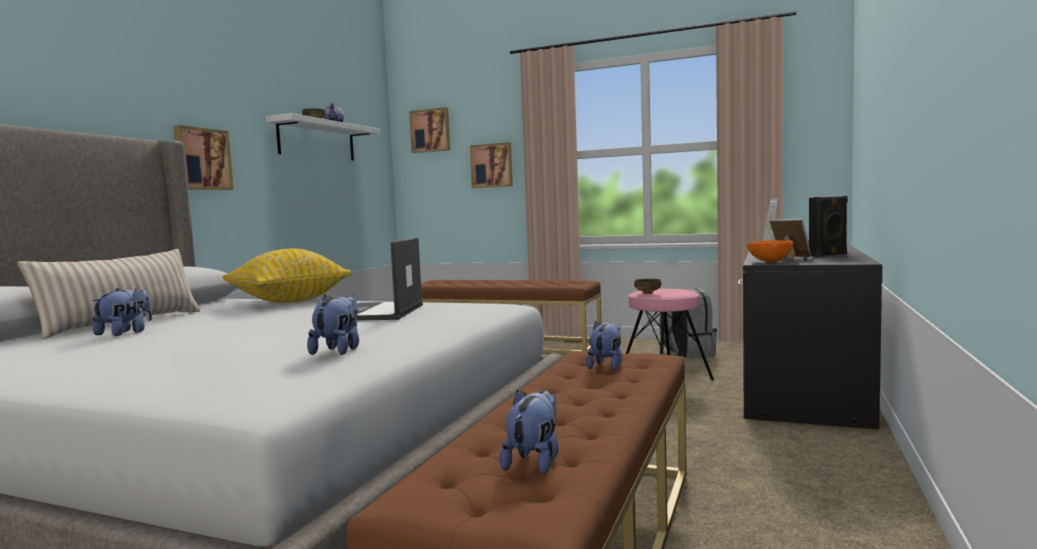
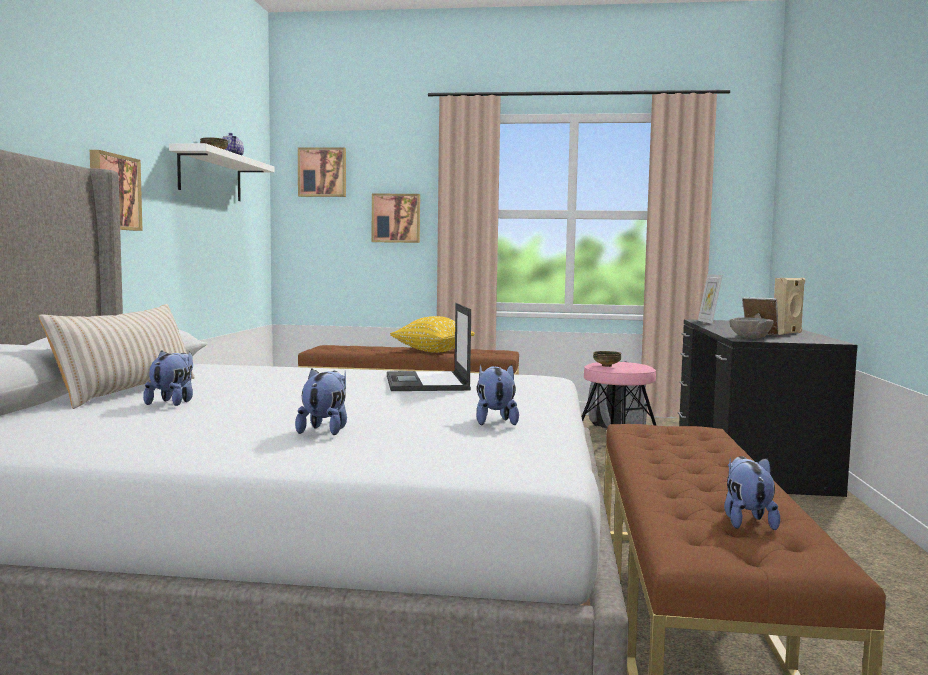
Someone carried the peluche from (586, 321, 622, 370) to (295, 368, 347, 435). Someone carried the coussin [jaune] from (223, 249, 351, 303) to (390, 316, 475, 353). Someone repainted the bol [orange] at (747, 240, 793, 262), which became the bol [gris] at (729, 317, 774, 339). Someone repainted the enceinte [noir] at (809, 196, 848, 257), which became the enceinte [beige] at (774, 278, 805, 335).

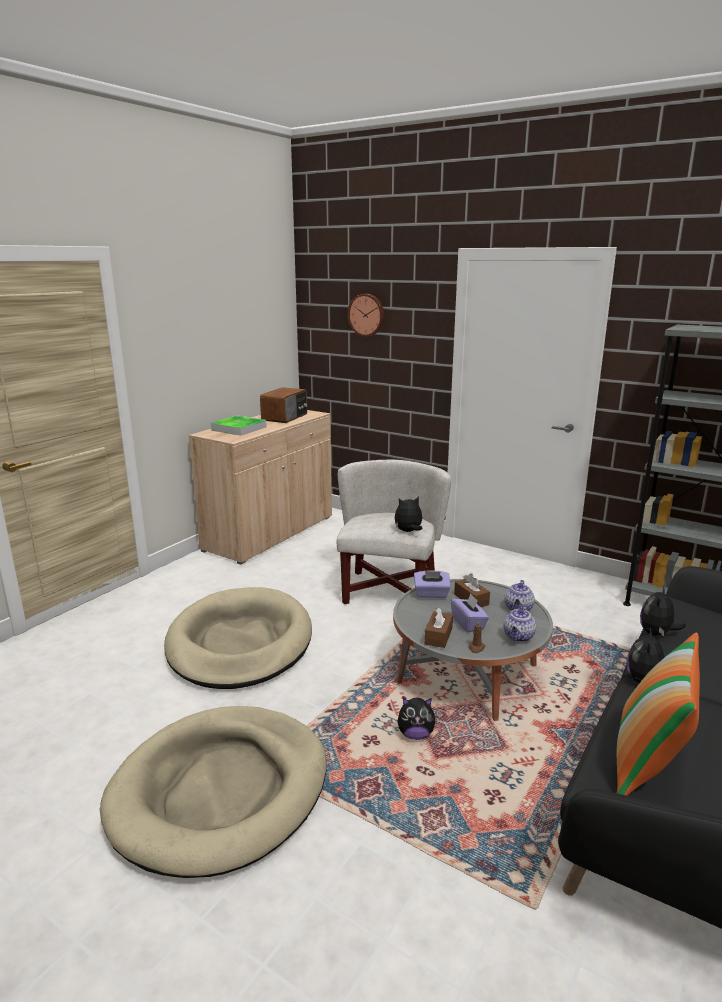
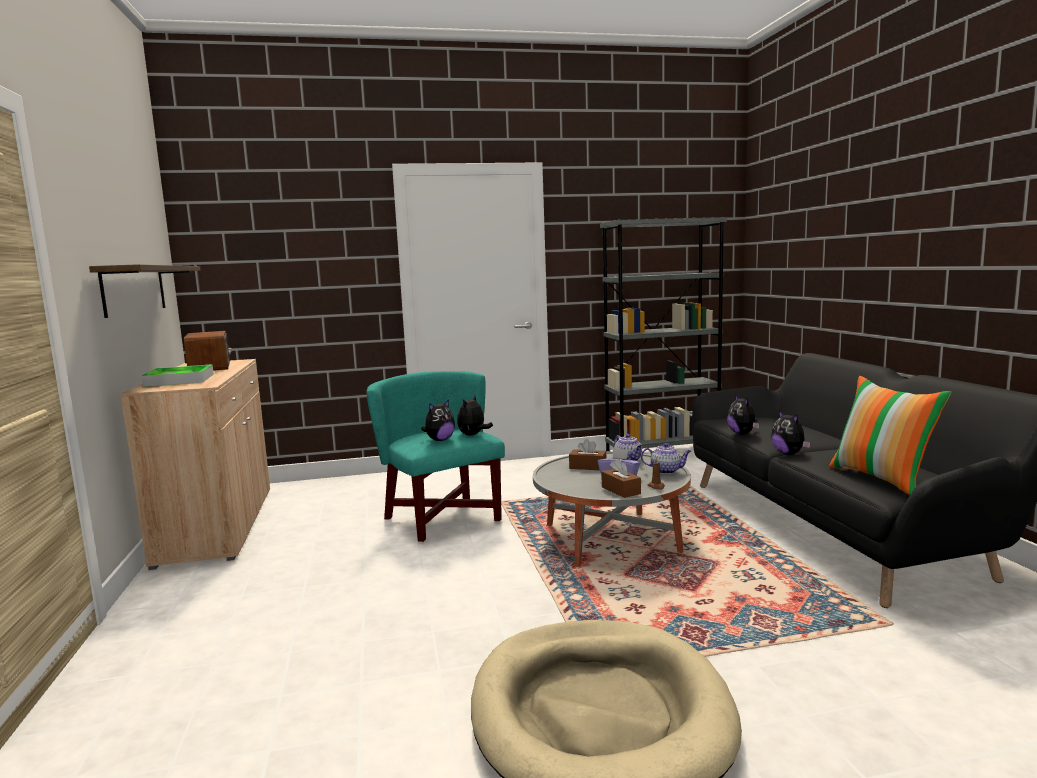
Someone put up the étagère at (89, 264, 201, 318). Someone repainted the fauteuil [blanc] at (337, 460, 451, 604), which became the fauteuil [turquoise] at (366, 371, 505, 542). Someone carried the peluche from (398, 698, 437, 740) to (421, 399, 455, 441). Someone rotated the théière at (503, 605, 536, 642) by 60 degrees counterclockwise. Someone took away the panier pour chien [beige] at (164, 587, 312, 689). Someone took away the horloge murale at (347, 294, 385, 337). Someone took away the boîte à mouchoirs [violet] at (414, 570, 451, 598).

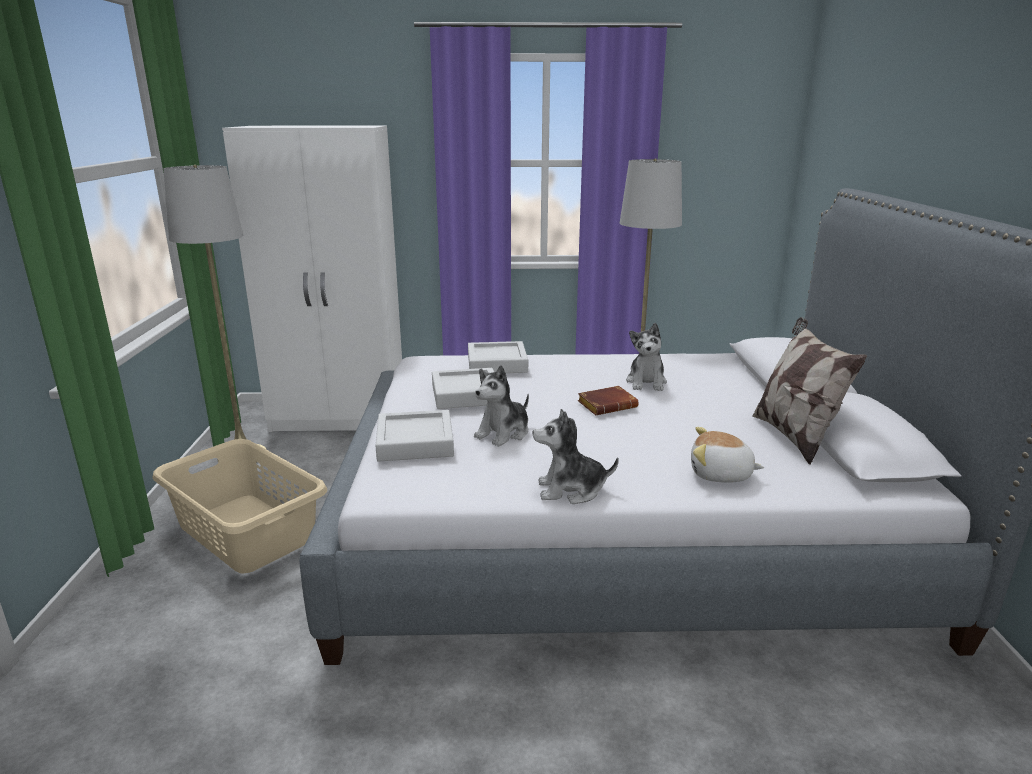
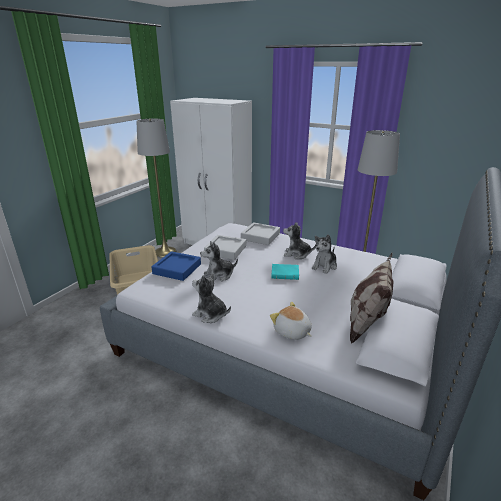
Someone repainted the plateau [gris] at (375, 410, 454, 462), which became the plateau [bleu] at (151, 251, 201, 281). Someone repainted the livre [marron] at (578, 386, 639, 415), which became the livre [turquoise] at (271, 264, 299, 280). Someone put down the peluche at (283, 222, 316, 259).

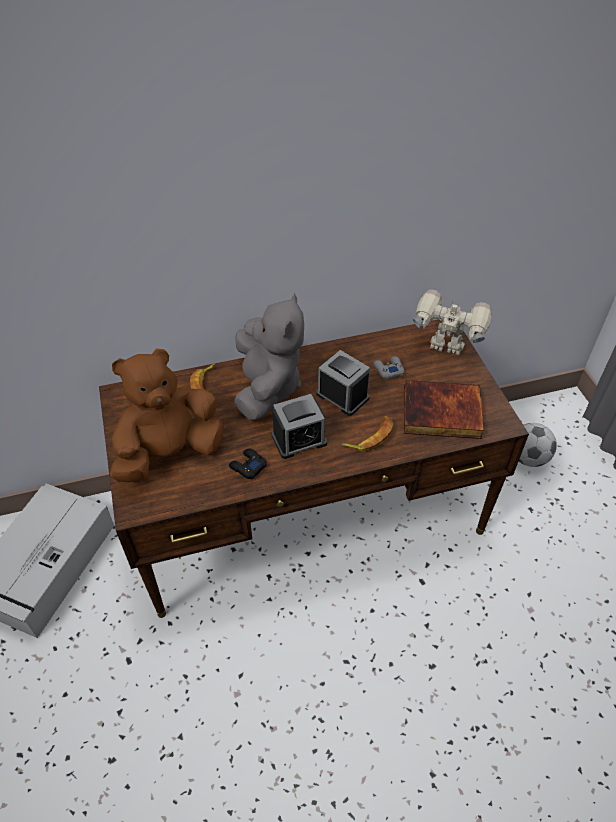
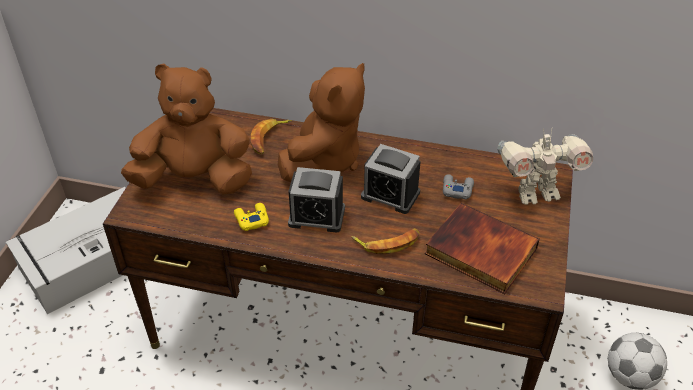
Someone repainted the manette [noir] at (229, 448, 267, 479), which became the manette [jaune] at (234, 203, 269, 231). Someone repainted the peluche [gris] at (234, 293, 304, 420), which became the peluche [marron] at (278, 63, 365, 182). Someone rotated the réveil at (316, 350, 370, 416) by 135 degrees clockwise. Someone rotated the robot jouet at (413, 290, 492, 356) by 120 degrees clockwise.

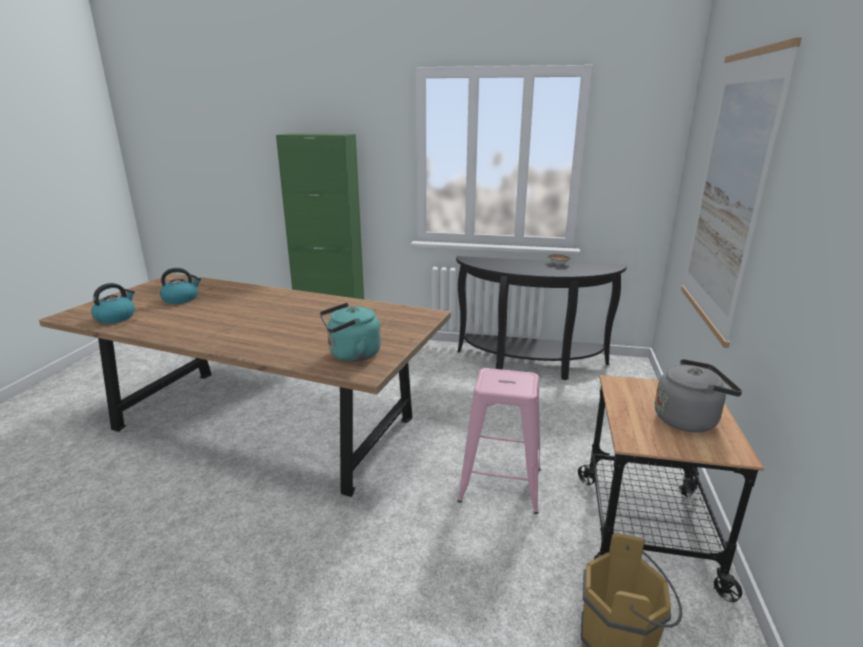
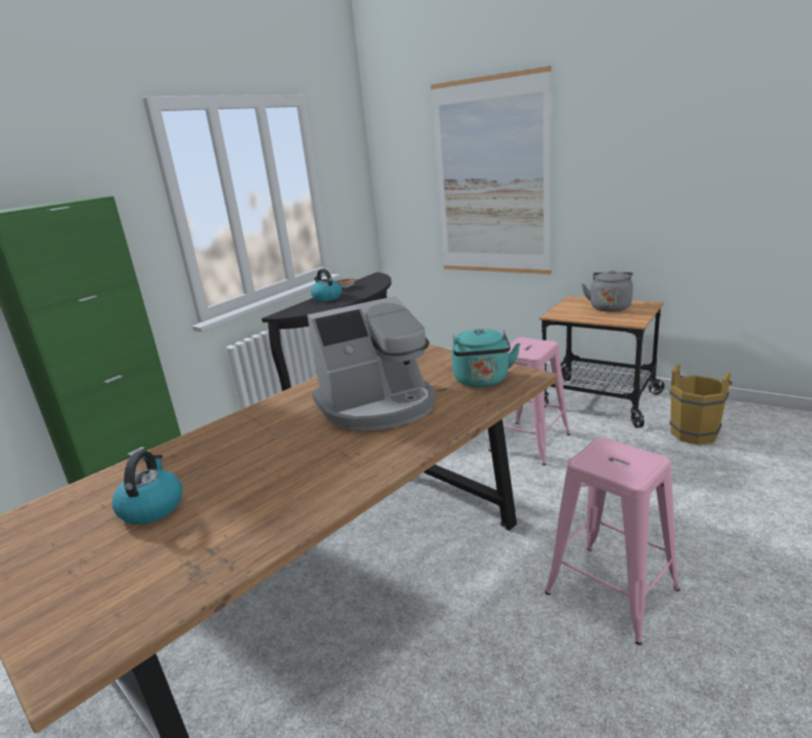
Someone put down the machine à café at (307, 296, 435, 431). Someone carried the bouilloire from (91, 283, 135, 323) to (311, 269, 342, 301). Someone put down the tabouret [rose] at (545, 438, 680, 645).

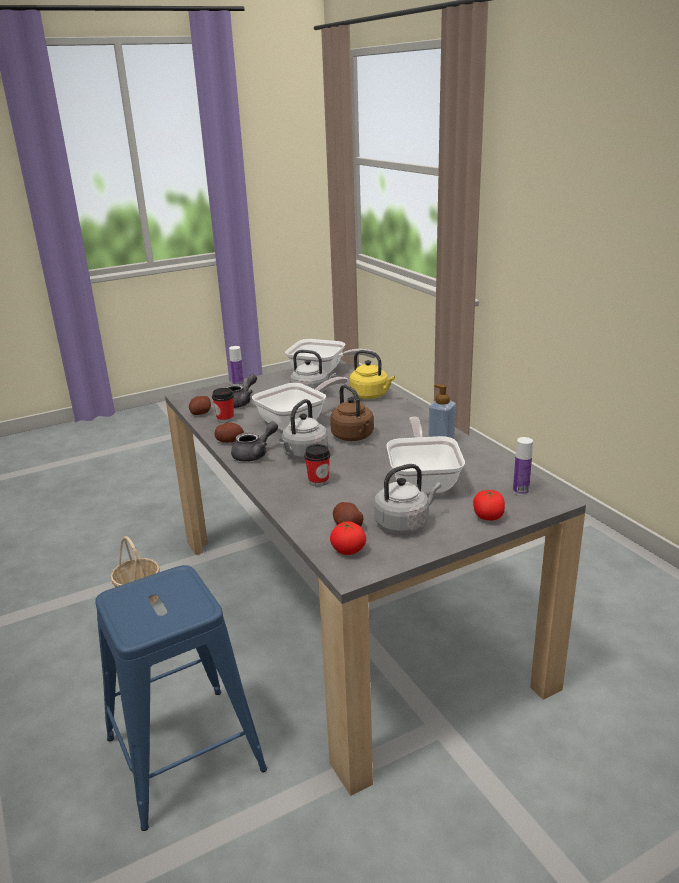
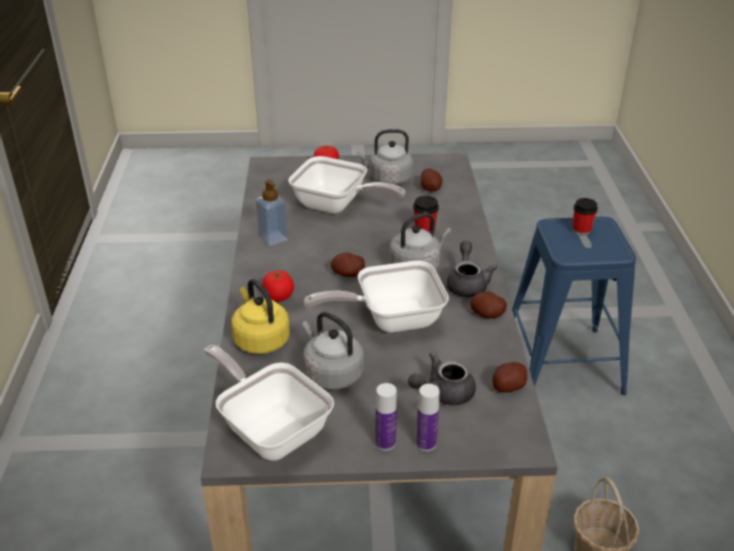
Someone carried the tomate from (330, 521, 366, 555) to (262, 270, 294, 302). Someone rotated the poêle at (386, 417, 465, 494) by 90 degrees counterclockwise. Someone swapped the bouilloire [marron] at (330, 384, 374, 441) for the pomme de terre at (331, 252, 365, 277). Someone carried the bouteille from (513, 437, 533, 495) to (375, 383, 397, 451). Someone rotated the théière [gris] at (231, 421, 278, 462) by 105 degrees clockwise. Someone carried the tasse from (212, 388, 234, 423) to (573, 198, 598, 236).

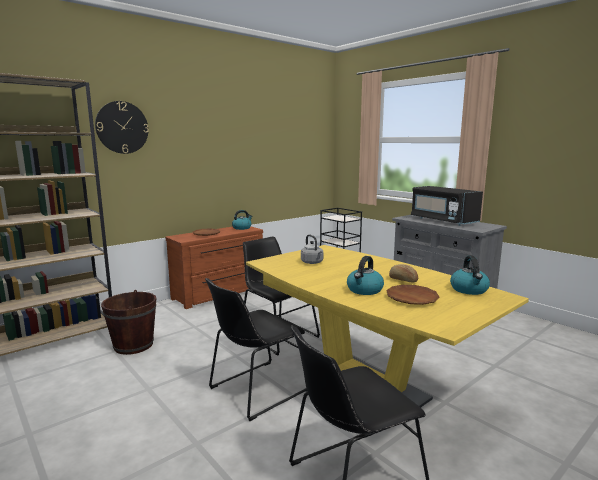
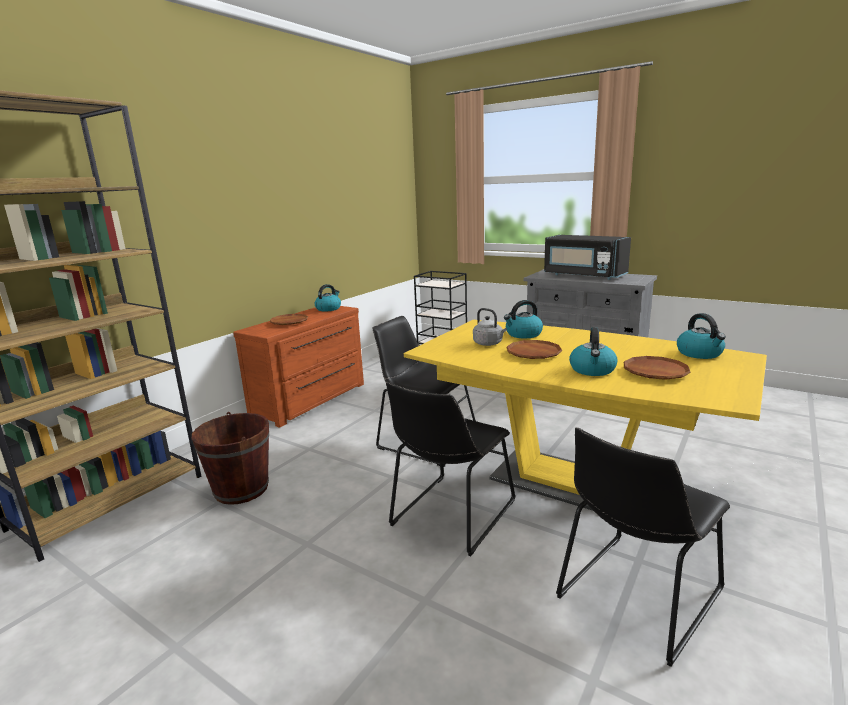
Someone put down the bouilloire at (504, 300, 543, 338). Someone put down the assiette [marron] at (506, 340, 562, 359). Someone took away the horloge murale at (95, 101, 149, 154). Someone took away the pain at (389, 264, 418, 282).

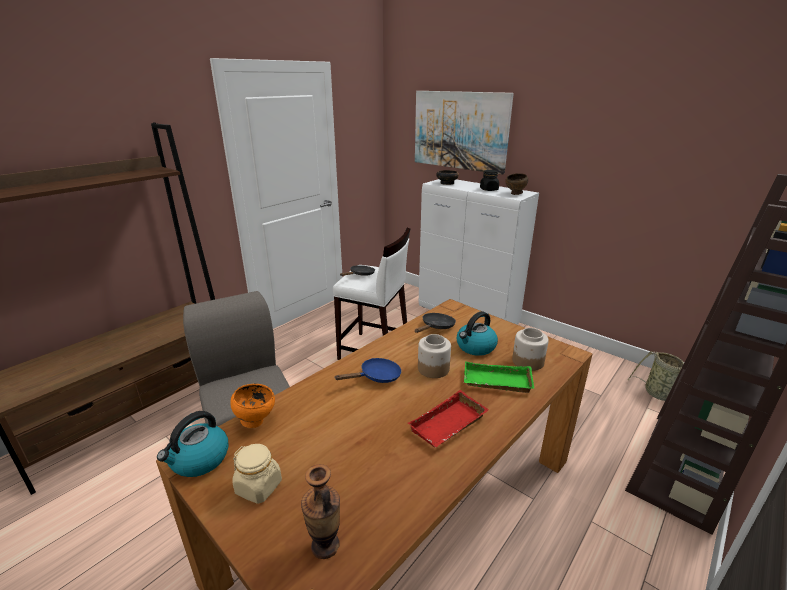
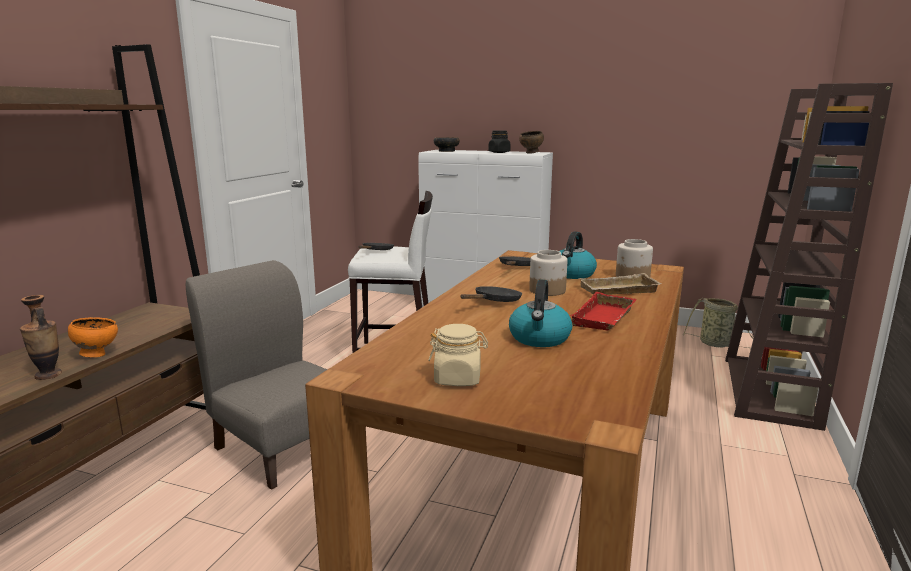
Someone carried the vase from (301, 464, 340, 559) to (20, 295, 62, 380). Someone carried the bol [orange] from (230, 383, 275, 428) to (68, 317, 118, 357). Someone repainted the poêle [bleu] at (335, 358, 402, 383), which became the poêle [noir] at (460, 286, 522, 302). Someone carried the bouilloire from (157, 411, 228, 477) to (509, 280, 572, 347). Someone repainted the plateau [vert] at (464, 361, 535, 393), which became the plateau [beige] at (579, 273, 662, 295). Someone took away the tableau at (415, 91, 514, 175).

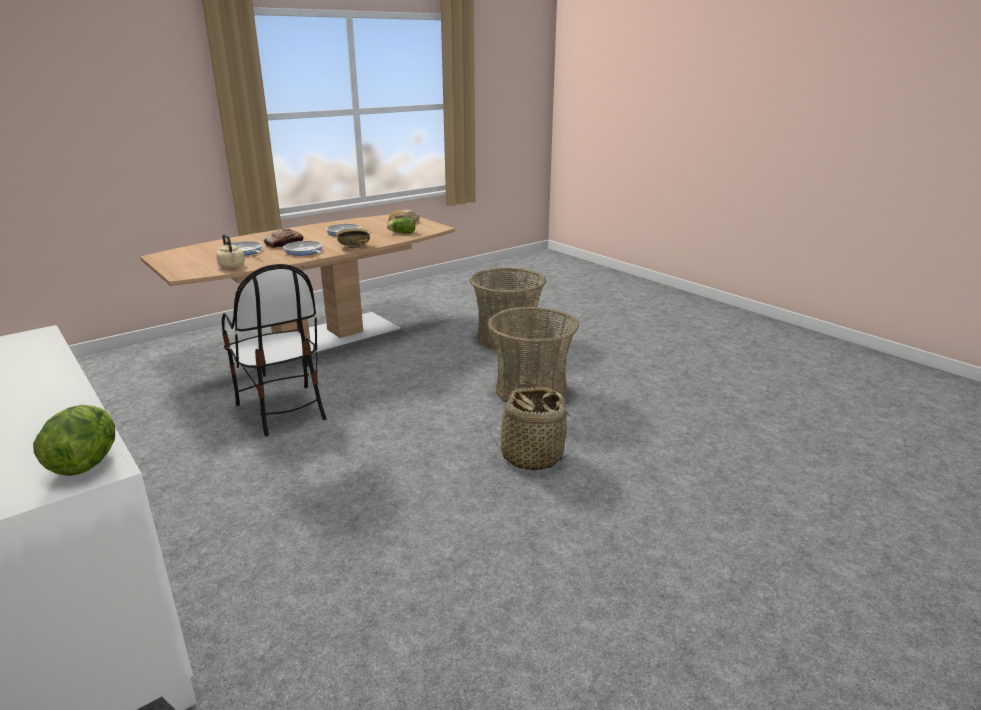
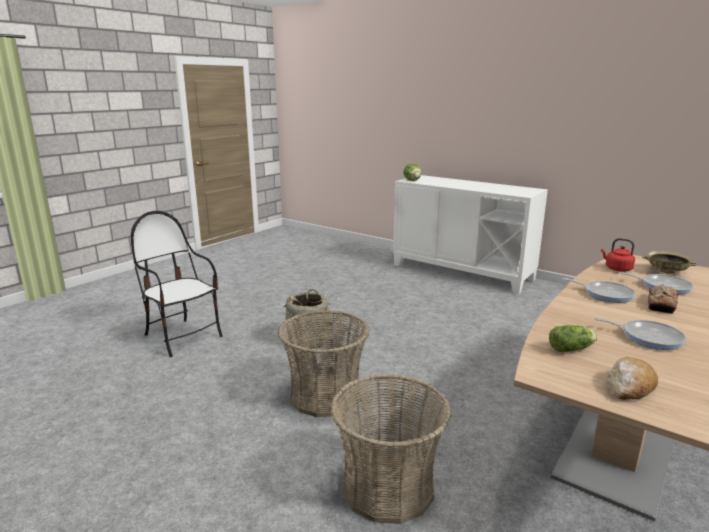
Someone carried the chaise from (222, 264, 327, 436) to (131, 211, 223, 357). Someone repainted the bouilloire [beige] at (216, 234, 245, 268), which became the bouilloire [rouge] at (601, 238, 635, 271). Someone carried the bol [beige] from (335, 228, 371, 248) to (642, 251, 698, 274).

